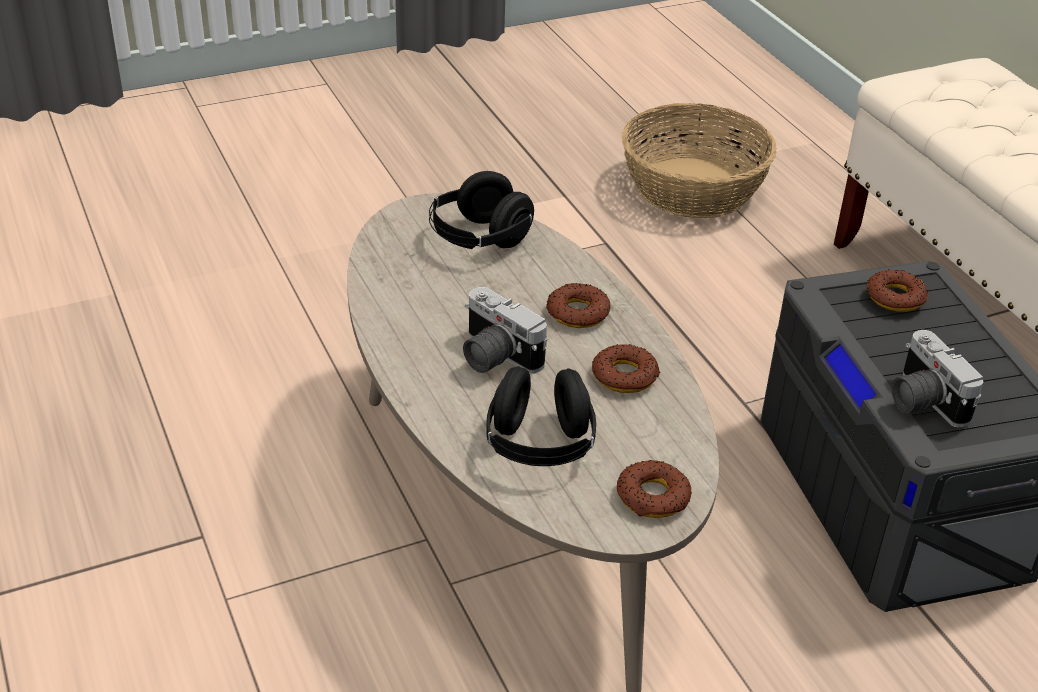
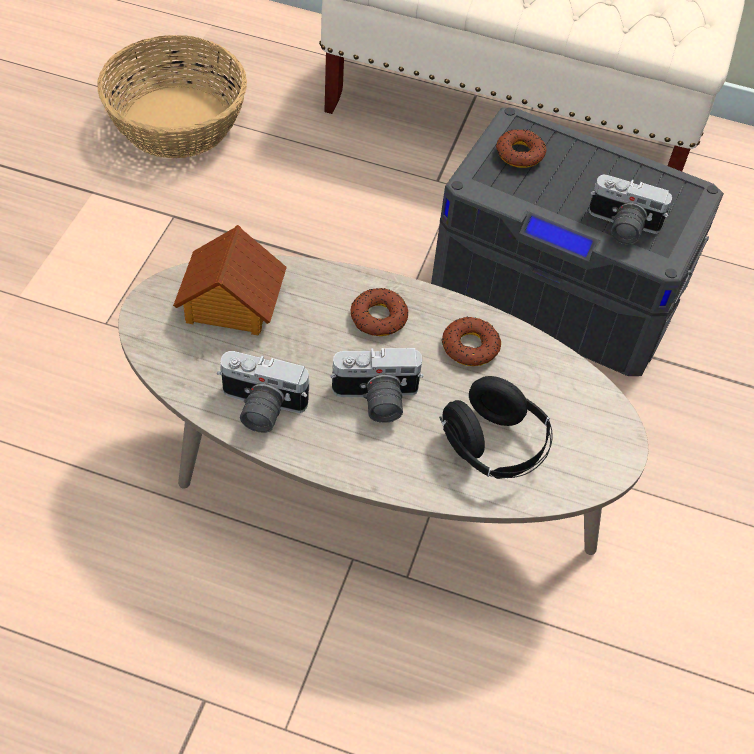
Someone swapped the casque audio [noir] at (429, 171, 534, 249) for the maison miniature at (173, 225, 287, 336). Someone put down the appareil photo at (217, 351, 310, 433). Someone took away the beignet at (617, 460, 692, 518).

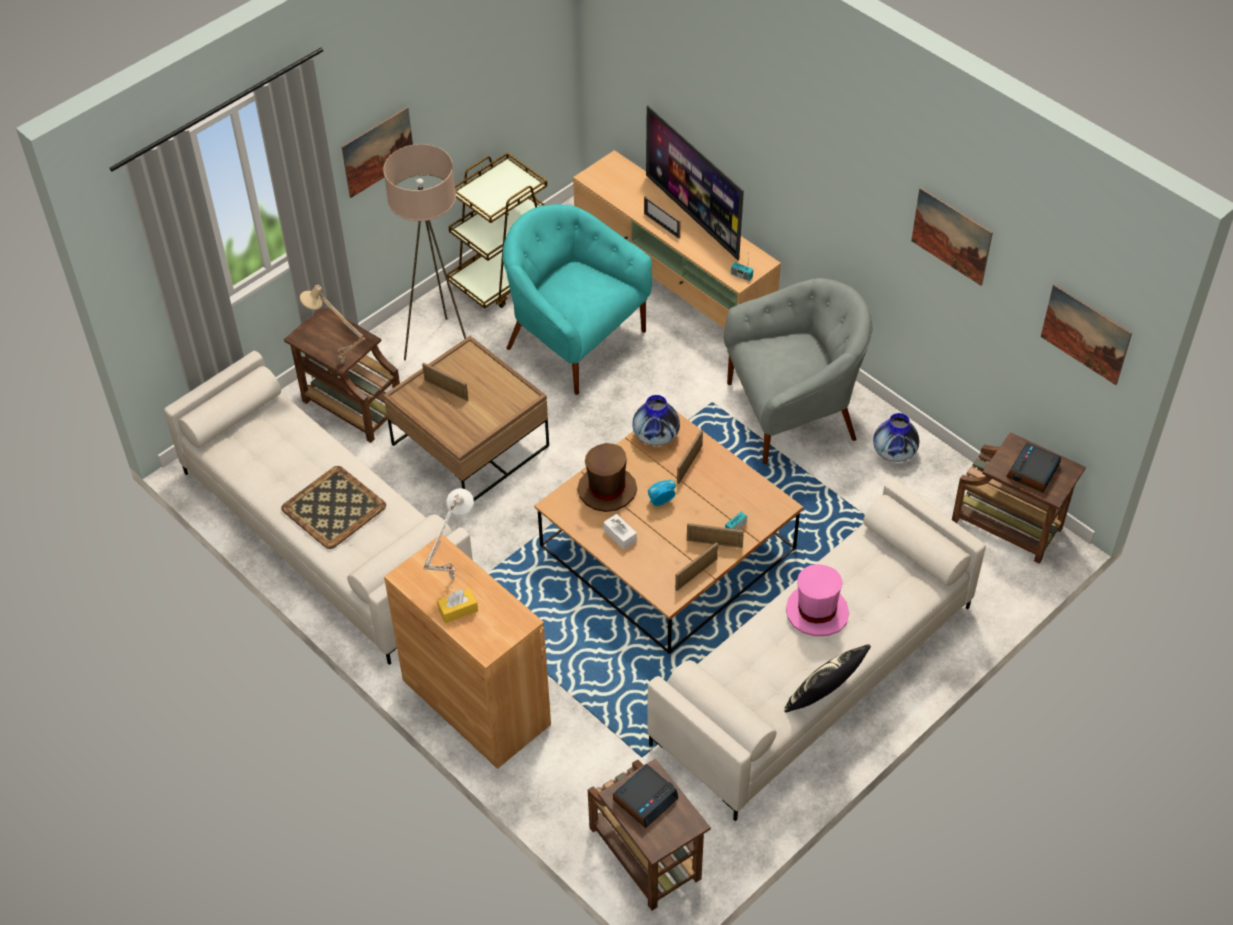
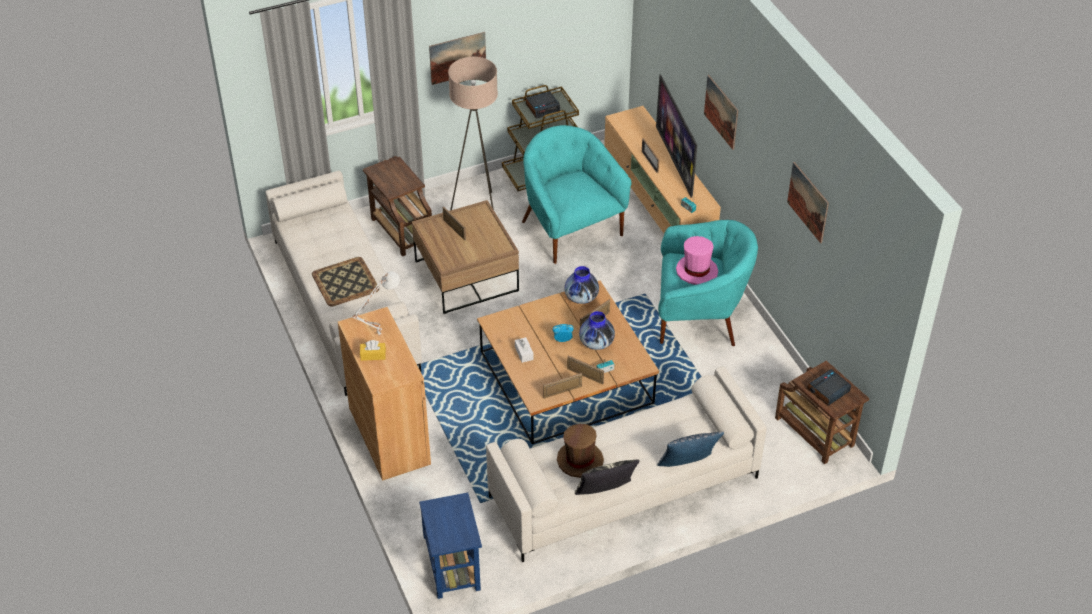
Someone repainted the table d'appoint [marron] at (588, 758, 711, 910), which became the table d'appoint [bleu] at (419, 493, 482, 599). Someone carried the réveil from (613, 764, 678, 828) to (526, 91, 560, 118). Someone carried the chapeau [marron] from (577, 443, 637, 512) to (557, 424, 604, 478). Someone carried the vase from (873, 413, 920, 462) to (579, 311, 615, 350). Someone put down the coussin at (657, 432, 724, 467). Someone repainted the fauteuil [gris] at (724, 278, 873, 464), which became the fauteuil [turquoise] at (658, 220, 758, 346). Someone carried the chapeau [rose] from (786, 564, 849, 636) to (676, 236, 718, 285). Someone carried the tableau from (1041, 284, 1132, 385) to (704, 75, 738, 150). Someone took away the lampe de table [beige] at (300, 285, 366, 364).

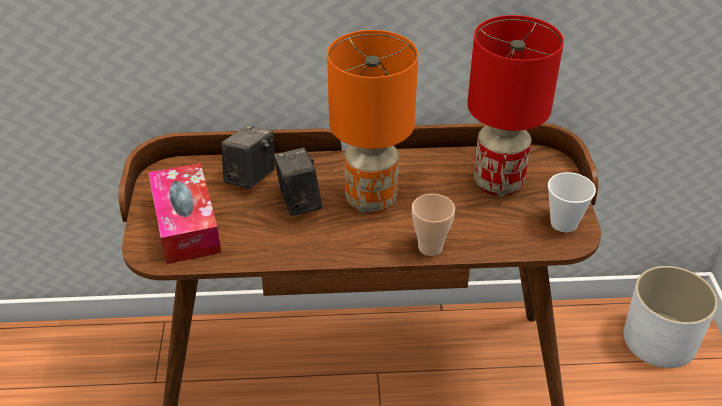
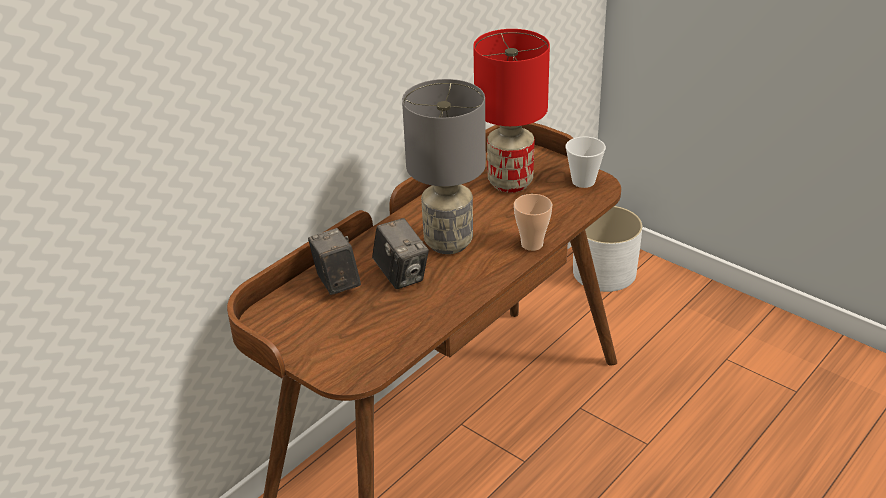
Someone rotated the appareil photo at (274, 148, 322, 216) by 150 degrees counterclockwise. Someone repainted the lampe de table [orange] at (327, 30, 418, 214), which became the lampe de table [gris] at (402, 79, 486, 254). Someone took away the boîte à mouchoirs at (148, 163, 221, 264).

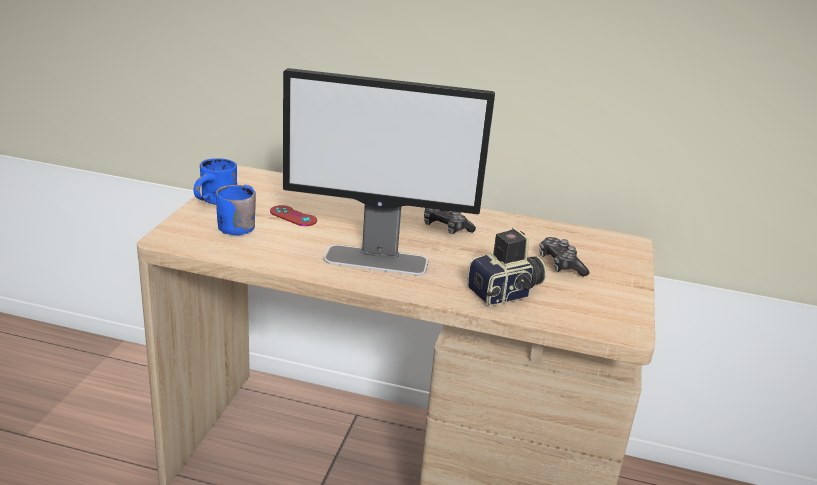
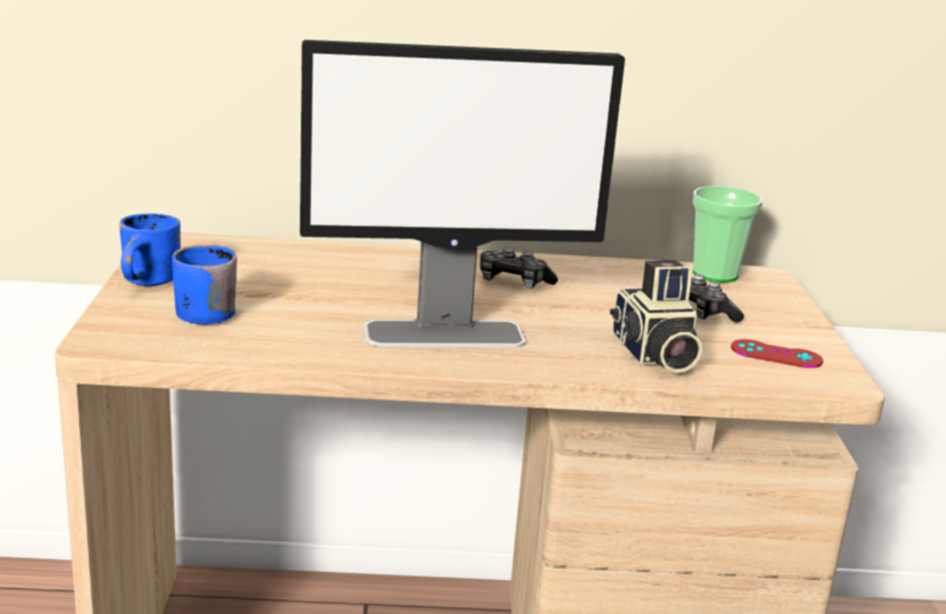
Someone rotated the appareil photo at (467, 227, 546, 306) by 120 degrees clockwise. Someone put down the tasse at (693, 186, 762, 283). Someone carried the manette [rouge] from (270, 205, 317, 226) to (731, 339, 823, 368).

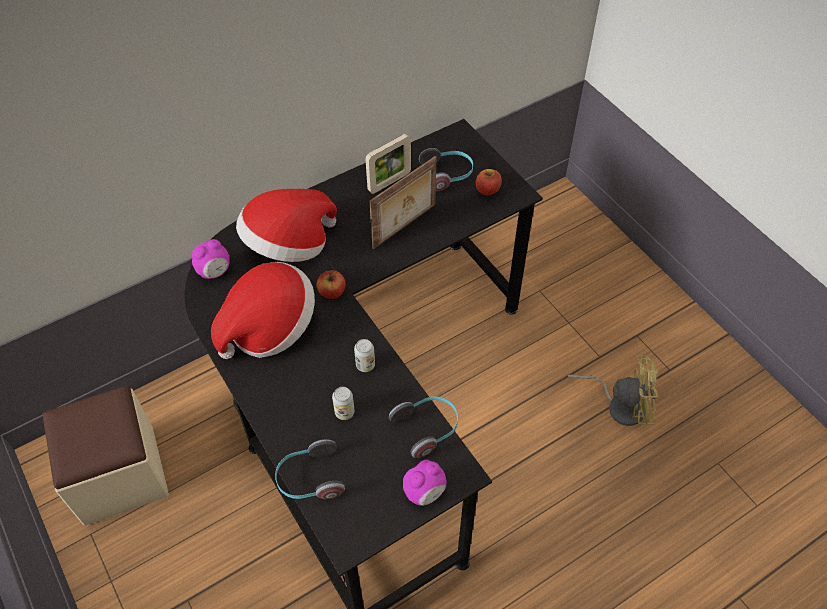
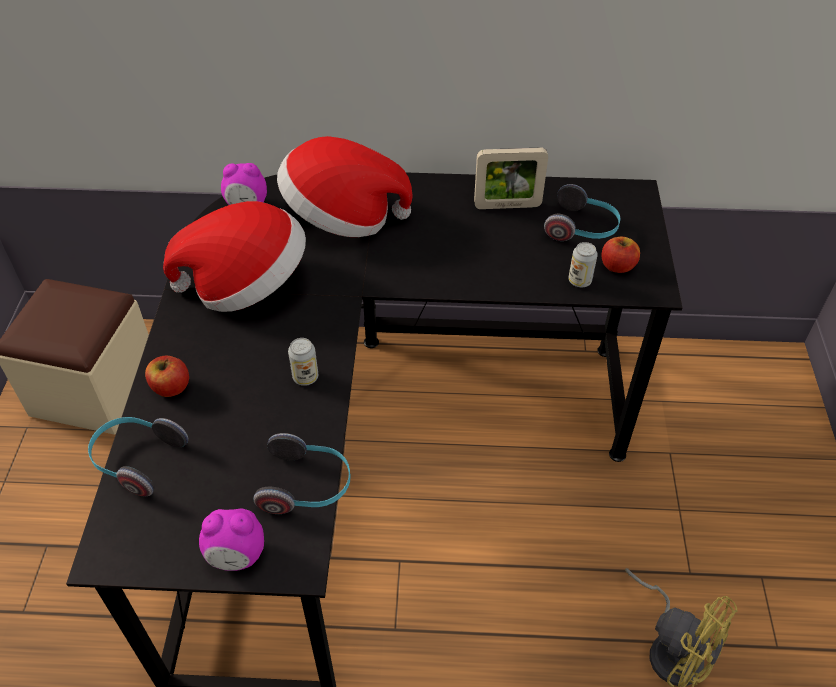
Someone carried the pomme from (316, 270, 346, 299) to (145, 356, 189, 397). Someone carried the boîte métallique from (332, 387, 355, 420) to (569, 242, 598, 287). Someone took away the cadre photo at (369, 156, 436, 249).

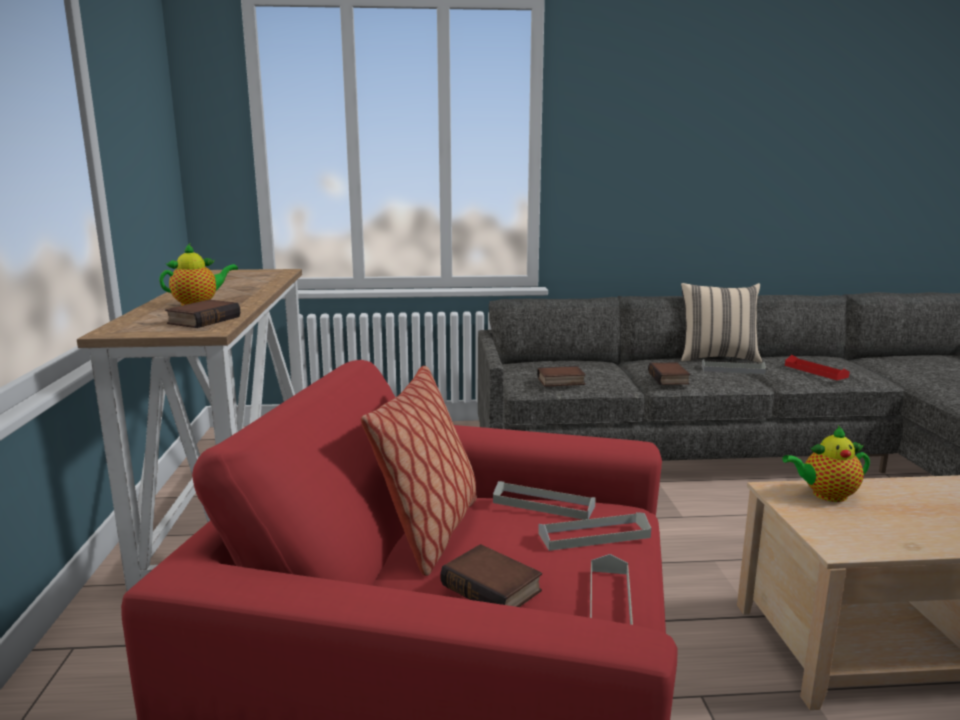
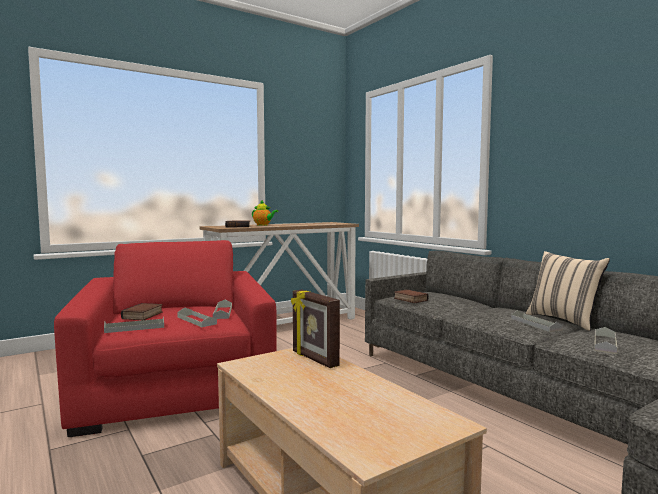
Someone swapped the théière at (782, 426, 870, 502) for the cadre photo at (291, 290, 340, 368). Someone repainted the plateau [rouge] at (785, 355, 849, 380), which became the plateau [gris] at (594, 327, 618, 354). Someone took away the coussin at (361, 366, 477, 576). Someone took away the livre at (648, 363, 690, 385).

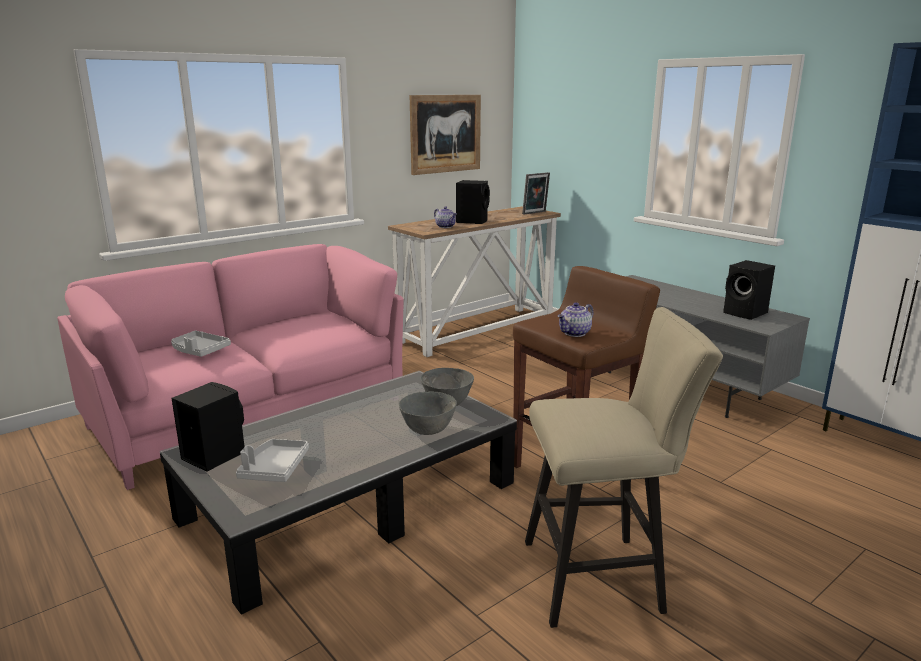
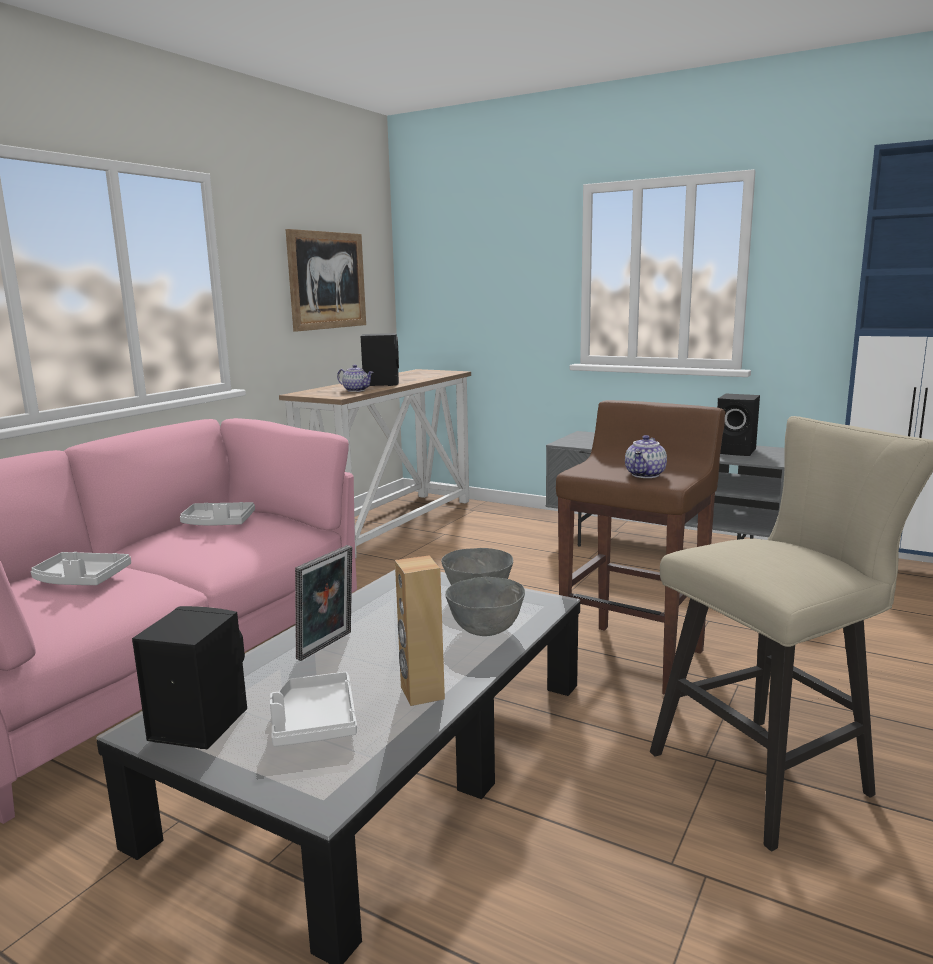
Someone put down the plateau [gris] at (180, 502, 255, 525). Someone carried the cadre photo from (522, 172, 550, 214) to (295, 545, 352, 661). Someone put down the enceinte [marron] at (395, 555, 445, 706).

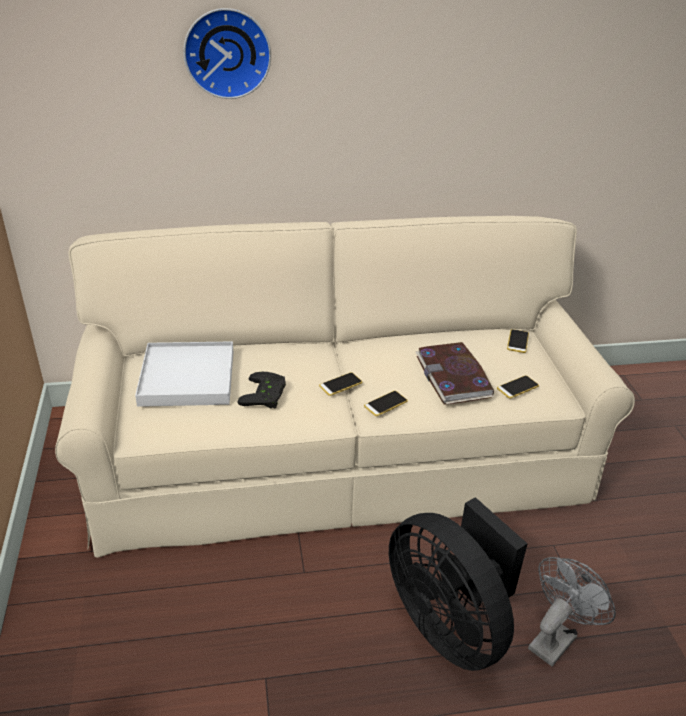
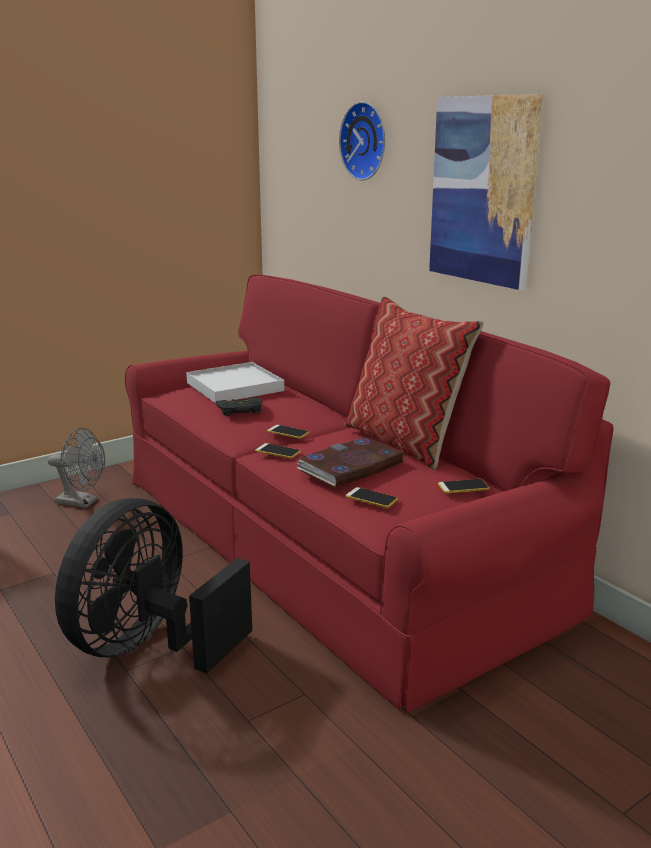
Someone carried the ventilateur [gris] from (528, 557, 616, 667) to (48, 428, 105, 508). Someone repainted the canapé [beige] at (55, 216, 635, 558), which became the canapé [rouge] at (125, 275, 614, 712). Someone put down the coussin at (345, 296, 484, 470). Someone put up the tableau at (429, 94, 543, 290).

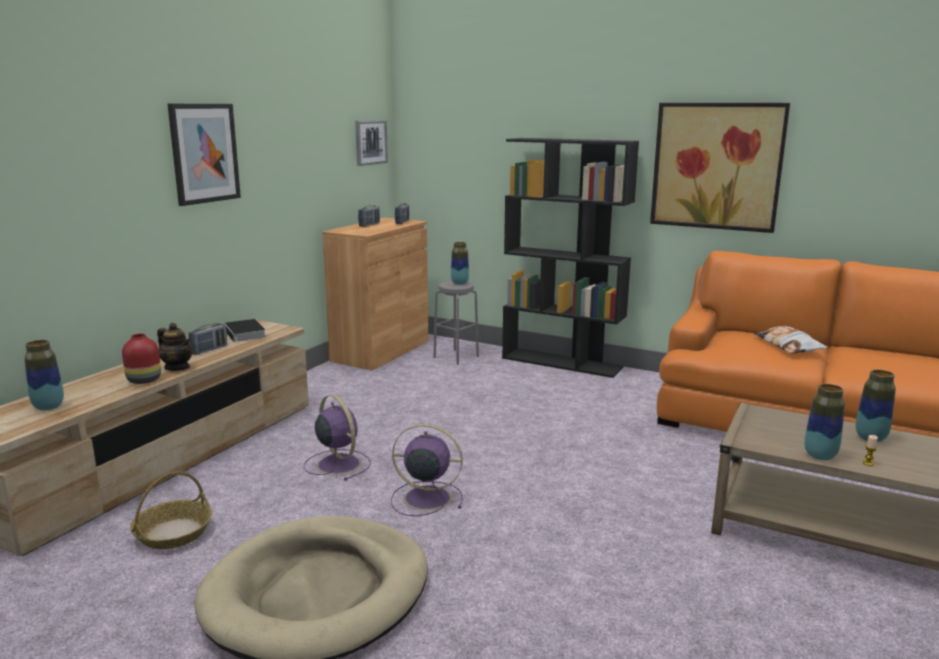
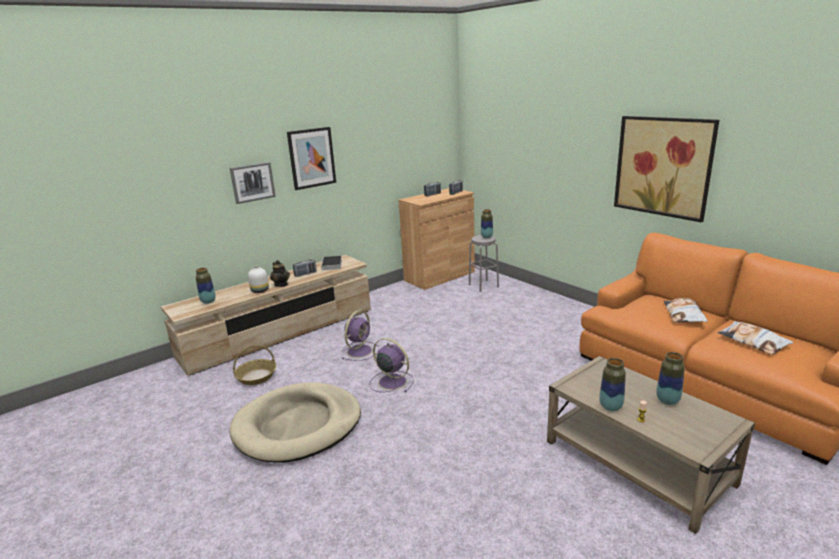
Someone carried the tableau from (355, 120, 388, 166) to (230, 162, 276, 204). Someone repainted the vase [rouge] at (122, 334, 161, 384), which became the vase [blanc] at (248, 266, 269, 293). Someone rotated the ventilateur [violet] at (304, 395, 371, 481) by 45 degrees clockwise. Someone put down the coussin at (718, 321, 793, 355). Someone took away the bibliothèque [noir] at (502, 138, 639, 378).

